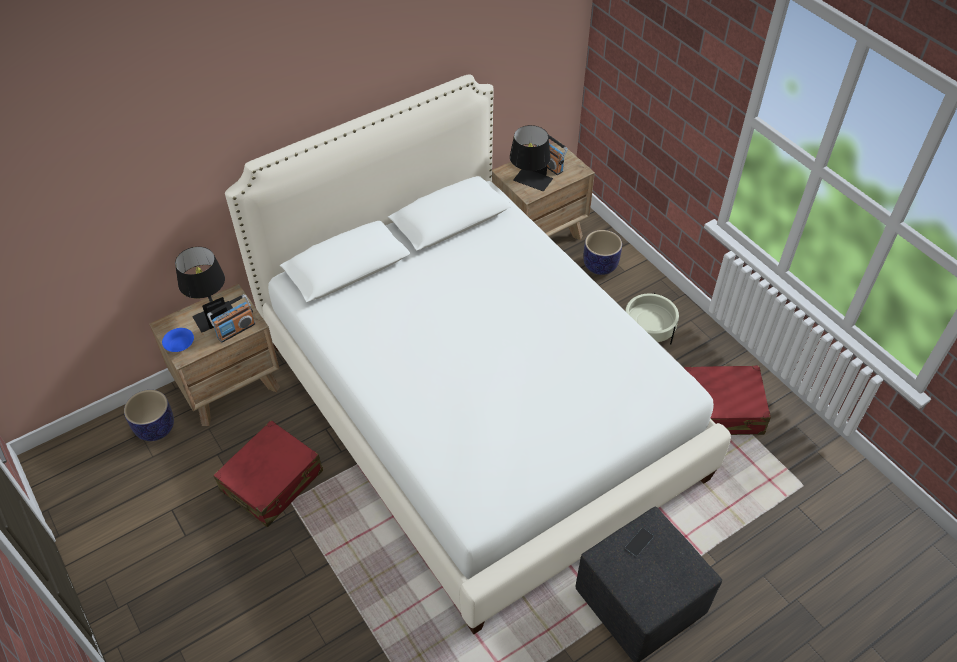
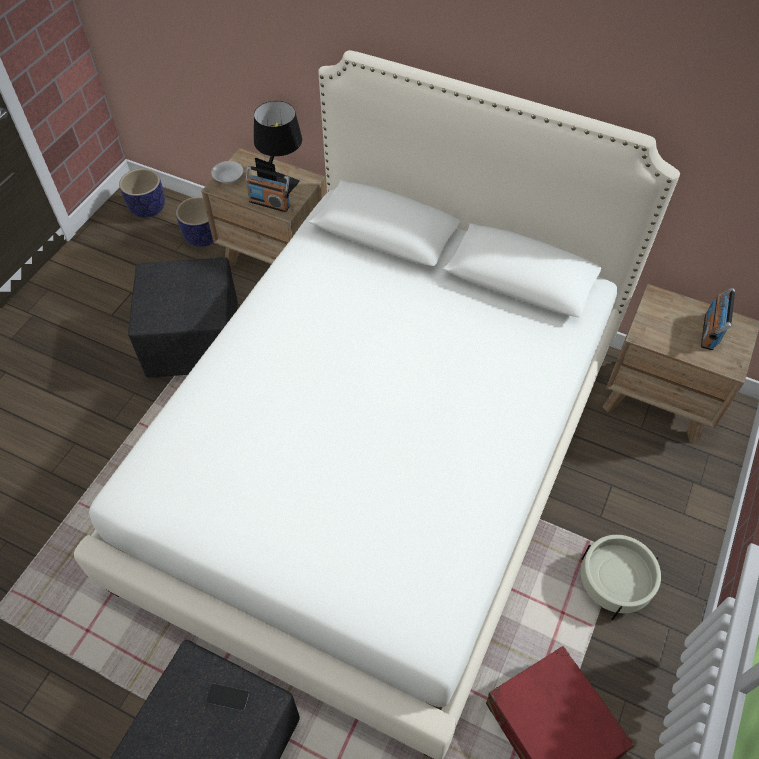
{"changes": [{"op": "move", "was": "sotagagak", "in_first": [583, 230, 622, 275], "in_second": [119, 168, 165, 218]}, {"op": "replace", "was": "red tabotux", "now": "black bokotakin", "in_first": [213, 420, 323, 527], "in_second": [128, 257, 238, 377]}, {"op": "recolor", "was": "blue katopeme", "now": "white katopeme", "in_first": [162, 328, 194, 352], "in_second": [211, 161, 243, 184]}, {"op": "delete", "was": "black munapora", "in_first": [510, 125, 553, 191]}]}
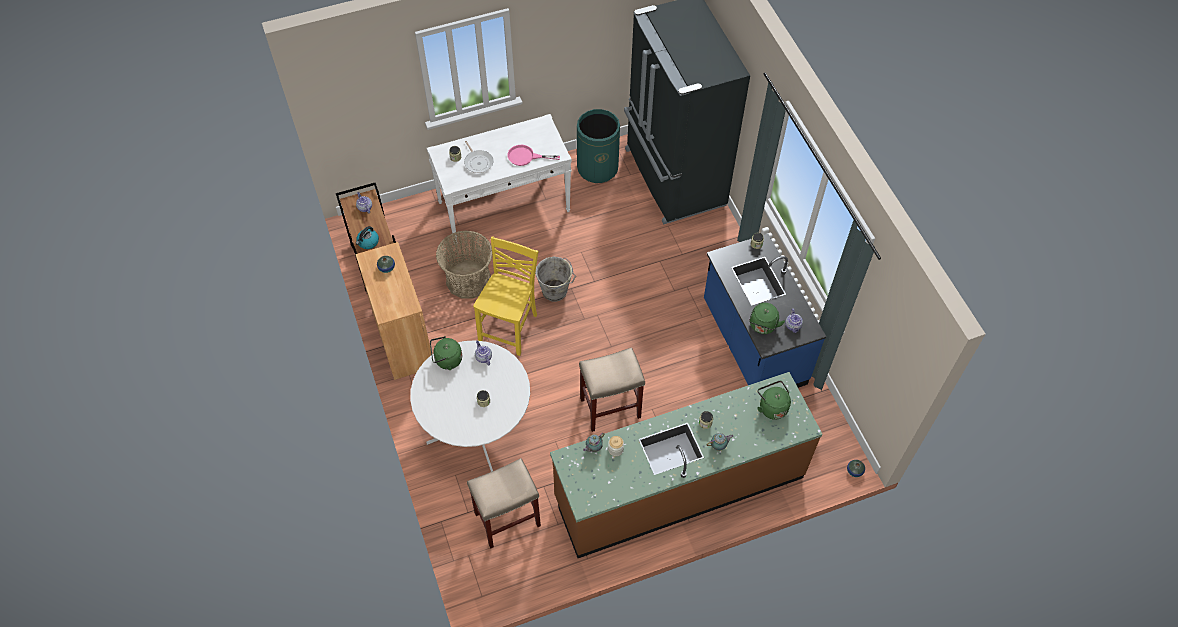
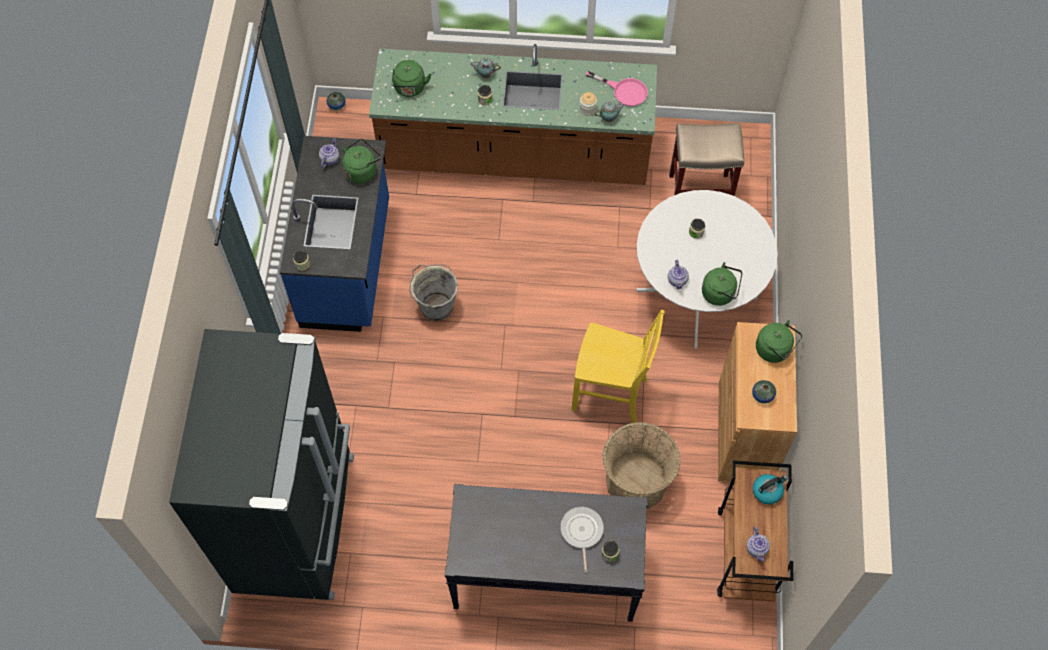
{"changes": [{"op": "move", "was": "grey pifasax", "in_first": [535, 257, 576, 301], "in_second": [409, 264, 458, 321]}, {"op": "recolor", "was": "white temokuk", "now": "black temokuk", "in_first": [427, 114, 572, 243], "in_second": [445, 484, 648, 622]}, {"op": "rotate", "was": "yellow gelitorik", "in_first": [473, 236, 538, 356], "in_second": [572, 310, 664, 423], "clockwise": -120}, {"op": "move", "was": "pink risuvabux", "in_first": [507, 145, 560, 166], "in_second": [586, 71, 648, 106]}, {"op": "insert", "now": "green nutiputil", "in_second": [756, 320, 802, 363]}, {"op": "delete", "was": "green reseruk", "in_first": [577, 109, 620, 183]}, {"op": "delete", "was": "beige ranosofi", "in_first": [579, 347, 645, 432]}]}
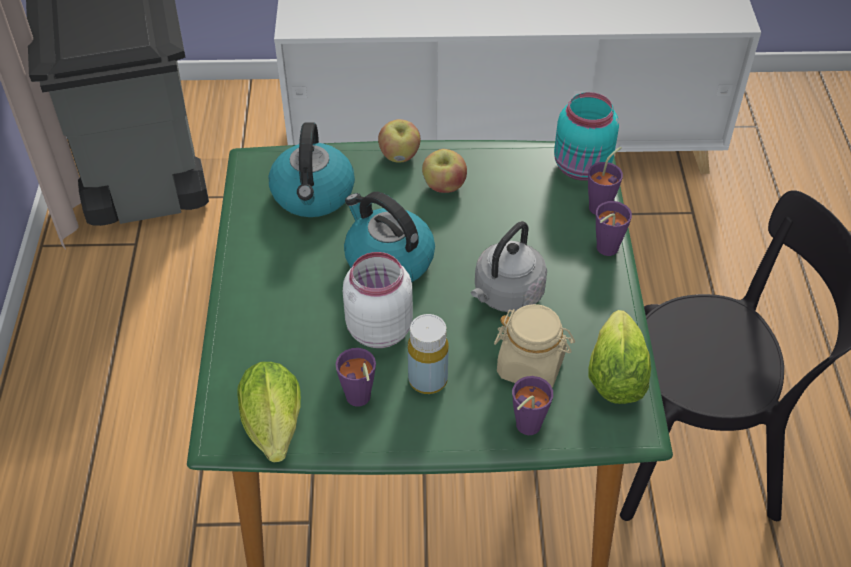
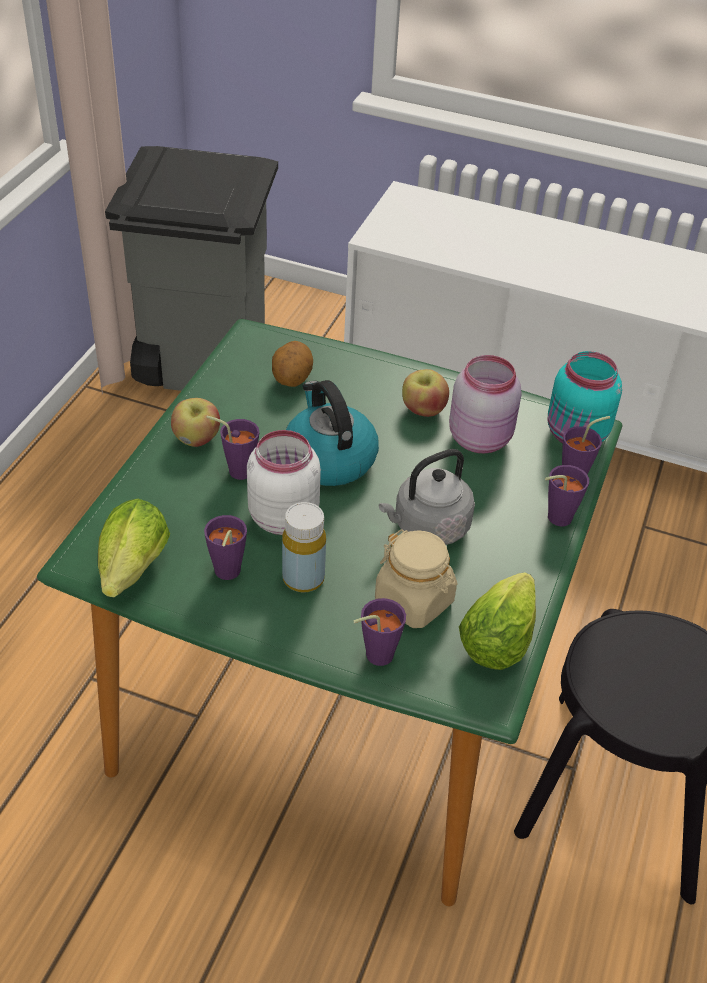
{"changes": [{"op": "move", "was": "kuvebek", "in_first": [378, 119, 420, 163], "in_second": [171, 398, 220, 447]}, {"op": "insert", "now": "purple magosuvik", "in_second": [206, 416, 259, 480]}, {"op": "replace", "was": "nutiputil", "now": "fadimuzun", "in_first": [269, 122, 355, 217], "in_second": [272, 341, 313, 387]}, {"op": "insert", "now": "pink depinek", "in_second": [449, 355, 522, 453]}]}
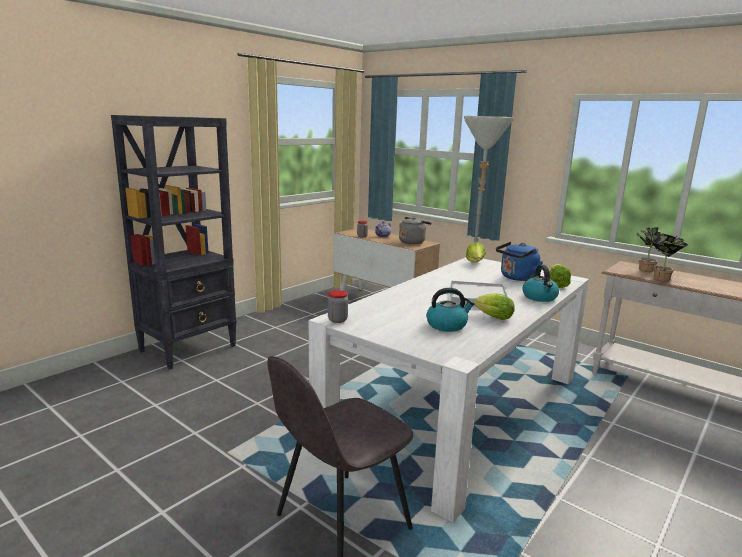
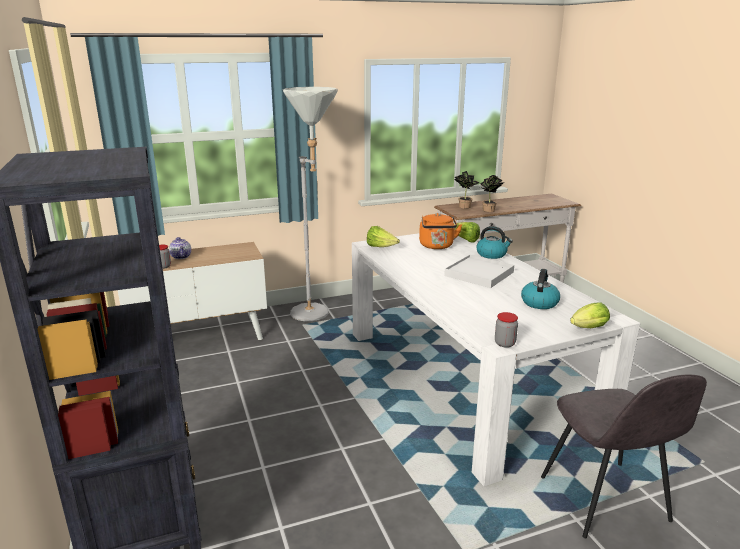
{"changes": [{"op": "recolor", "was": "blue nutiputil", "now": "orange nutiputil", "in_first": [496, 242, 543, 281], "in_second": [419, 213, 462, 249]}, {"op": "move", "was": "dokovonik", "in_first": [474, 293, 515, 320], "in_second": [570, 302, 610, 328]}, {"op": "delete", "was": "grey nutiputil", "in_first": [399, 217, 431, 244]}]}
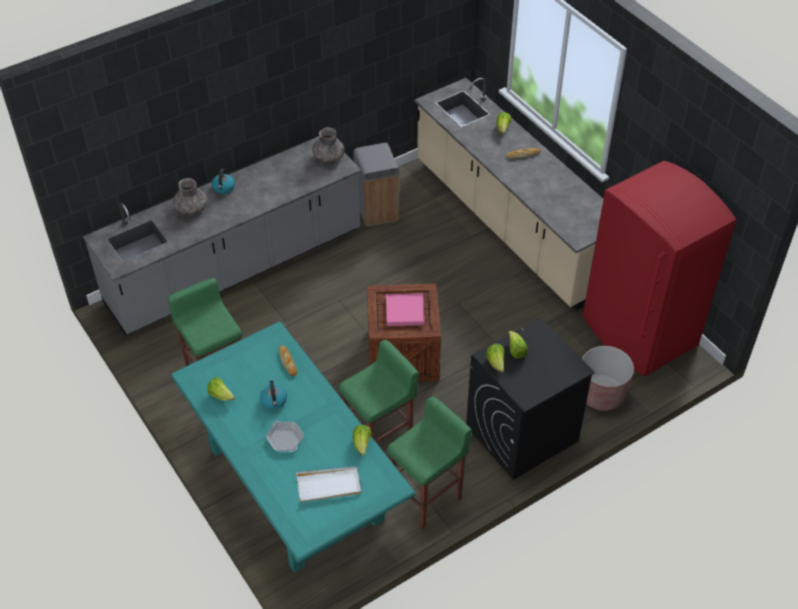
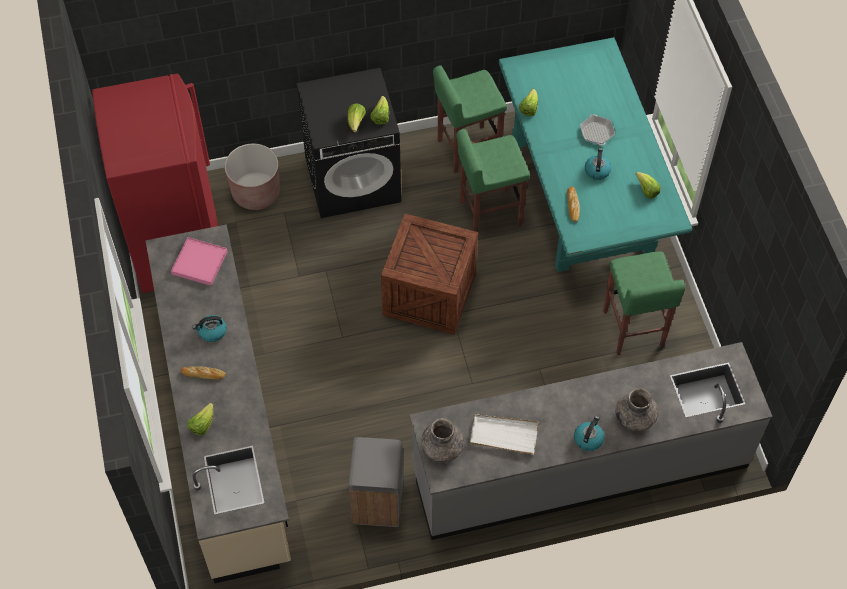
{"changes": [{"op": "move", "was": "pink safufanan", "in_first": [386, 293, 425, 326], "in_second": [171, 237, 228, 286]}, {"op": "insert", "now": "nutiputil", "in_second": [192, 315, 227, 342]}, {"op": "move", "was": "white safufanan", "in_first": [296, 466, 361, 502], "in_second": [470, 414, 539, 454]}]}
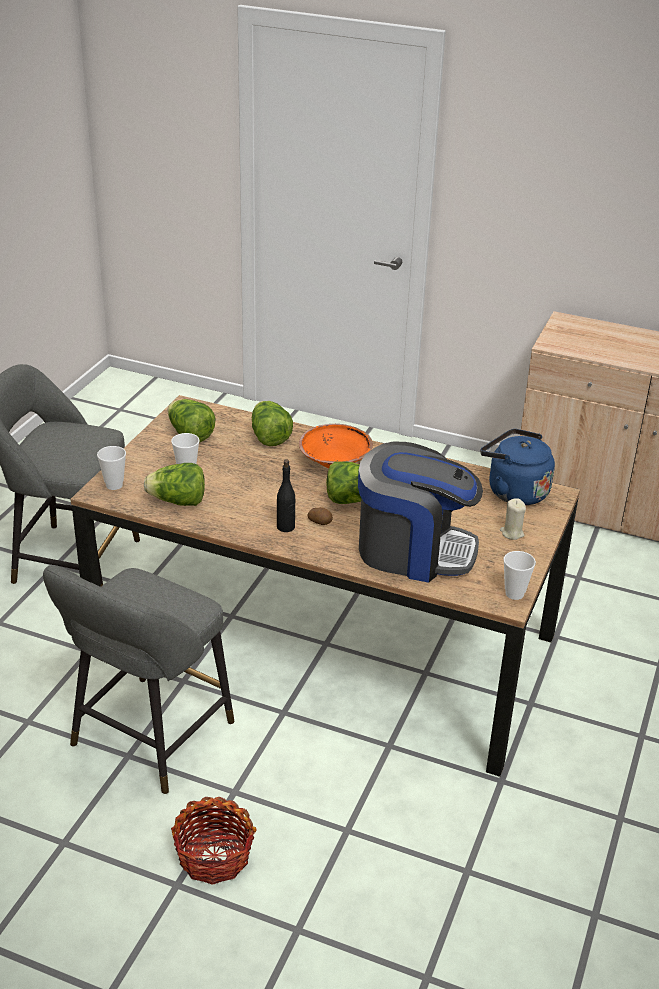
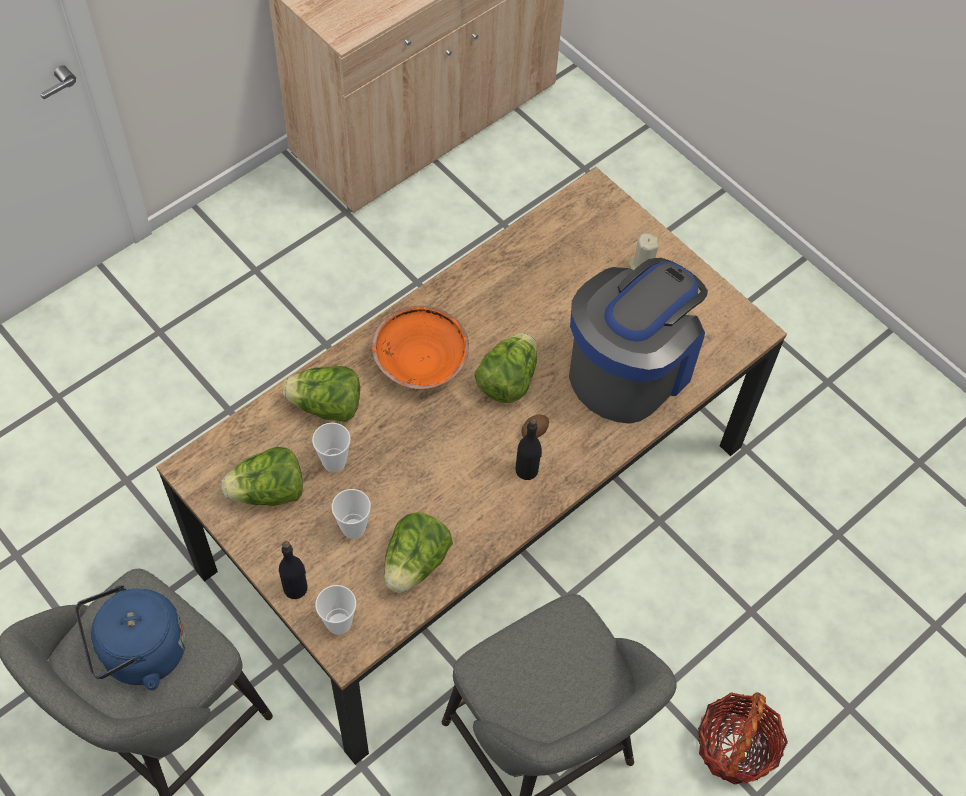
{"changes": [{"op": "move", "was": "blue nutiputil", "in_first": [480, 429, 555, 505], "in_second": [75, 585, 186, 690]}, {"op": "insert", "now": "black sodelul", "in_second": [279, 541, 308, 599]}, {"op": "move", "was": "magosuvik", "in_first": [504, 551, 536, 600], "in_second": [312, 423, 351, 473]}]}
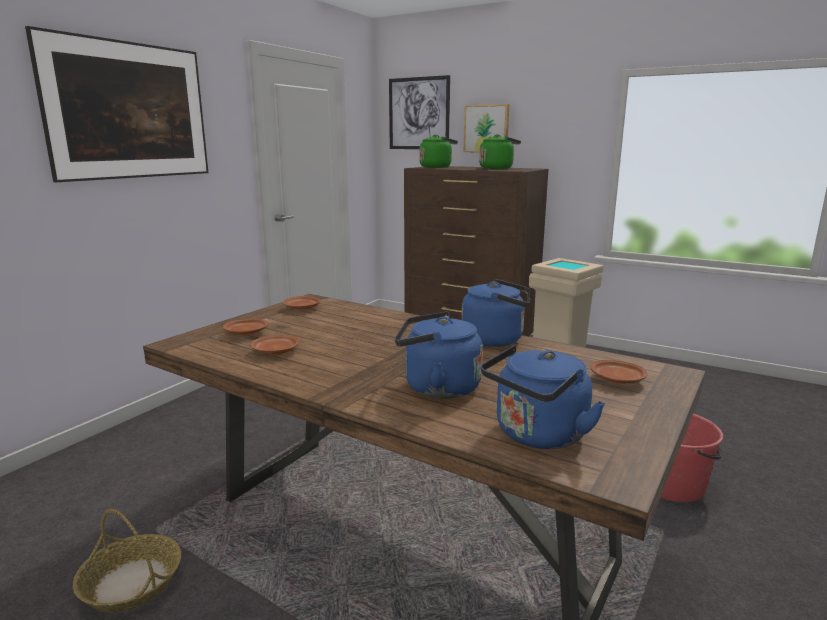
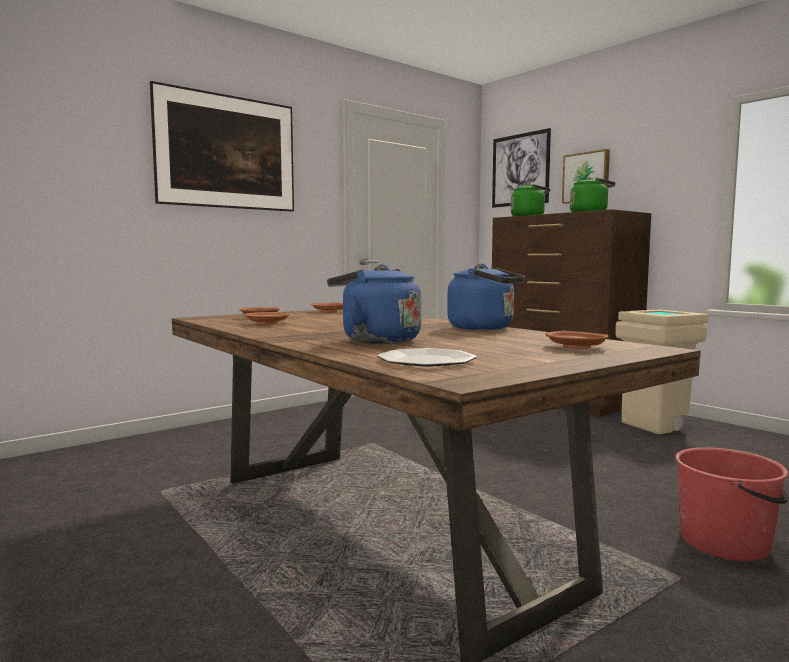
{"changes": [{"op": "replace", "was": "blue nutiputil", "now": "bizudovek", "in_first": [481, 345, 605, 449], "in_second": [377, 348, 477, 367]}, {"op": "delete", "was": "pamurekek", "in_first": [73, 509, 181, 612]}]}
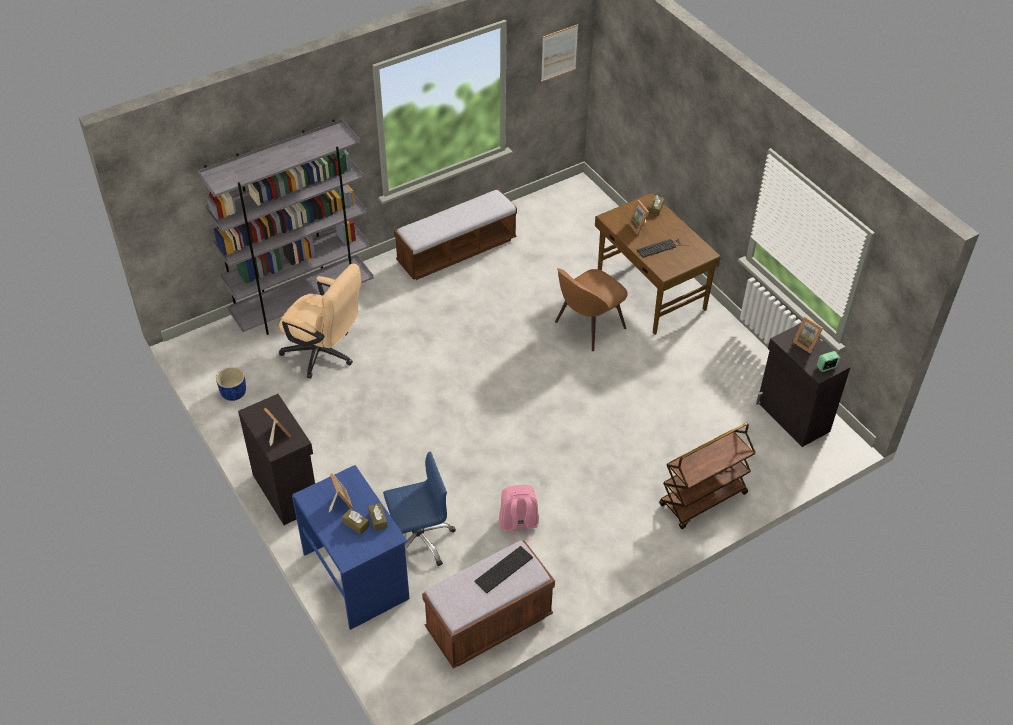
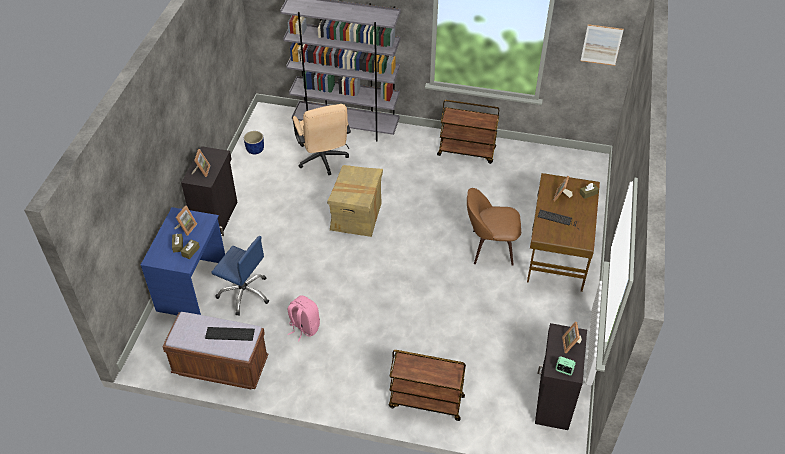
{"changes": [{"op": "insert", "now": "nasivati", "in_second": [327, 165, 383, 237]}, {"op": "replace", "was": "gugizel", "now": "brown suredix", "in_first": [394, 189, 517, 280], "in_second": [437, 100, 499, 164]}]}
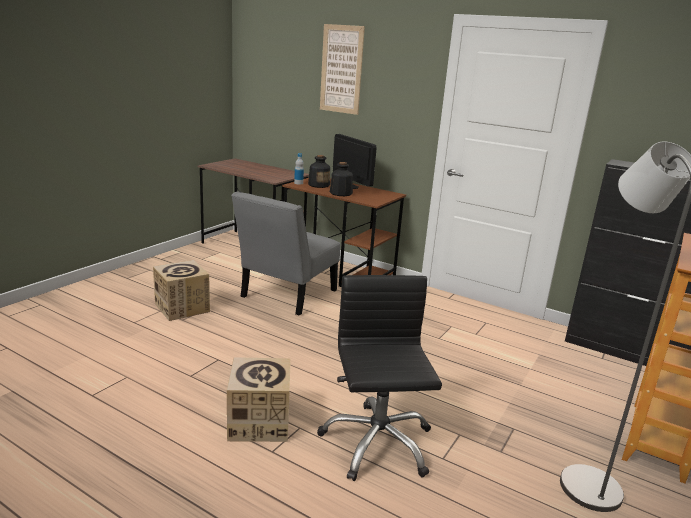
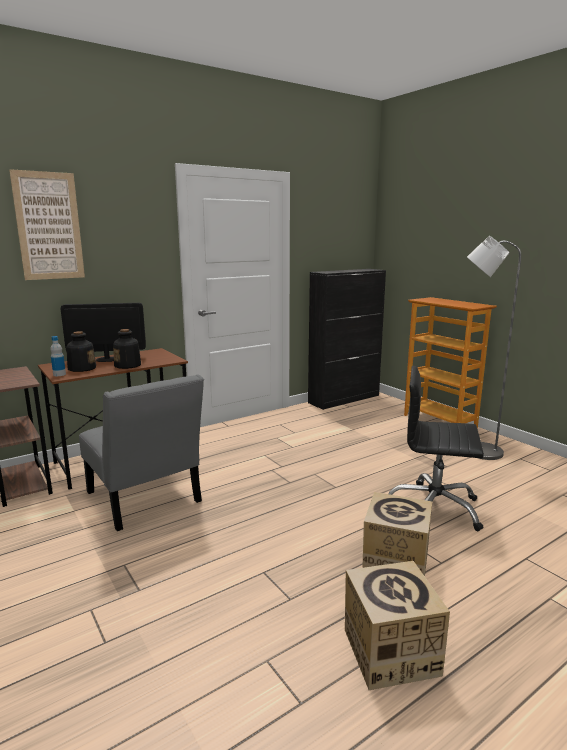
{"changes": [{"op": "move", "was": "nasivati", "in_first": [153, 260, 210, 321], "in_second": [345, 561, 450, 690]}]}
